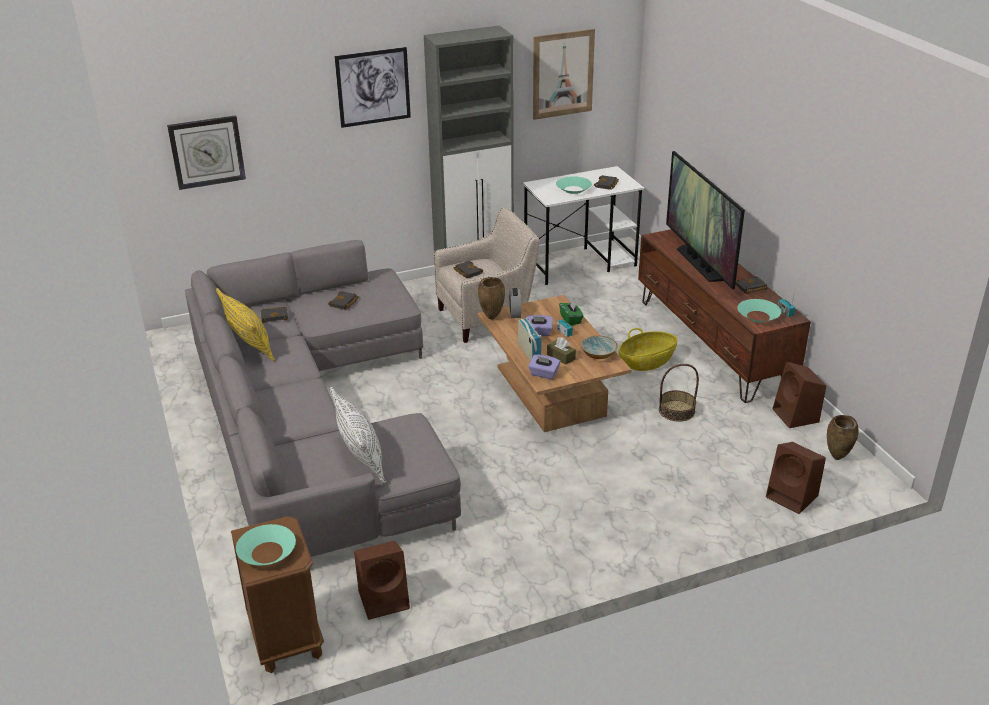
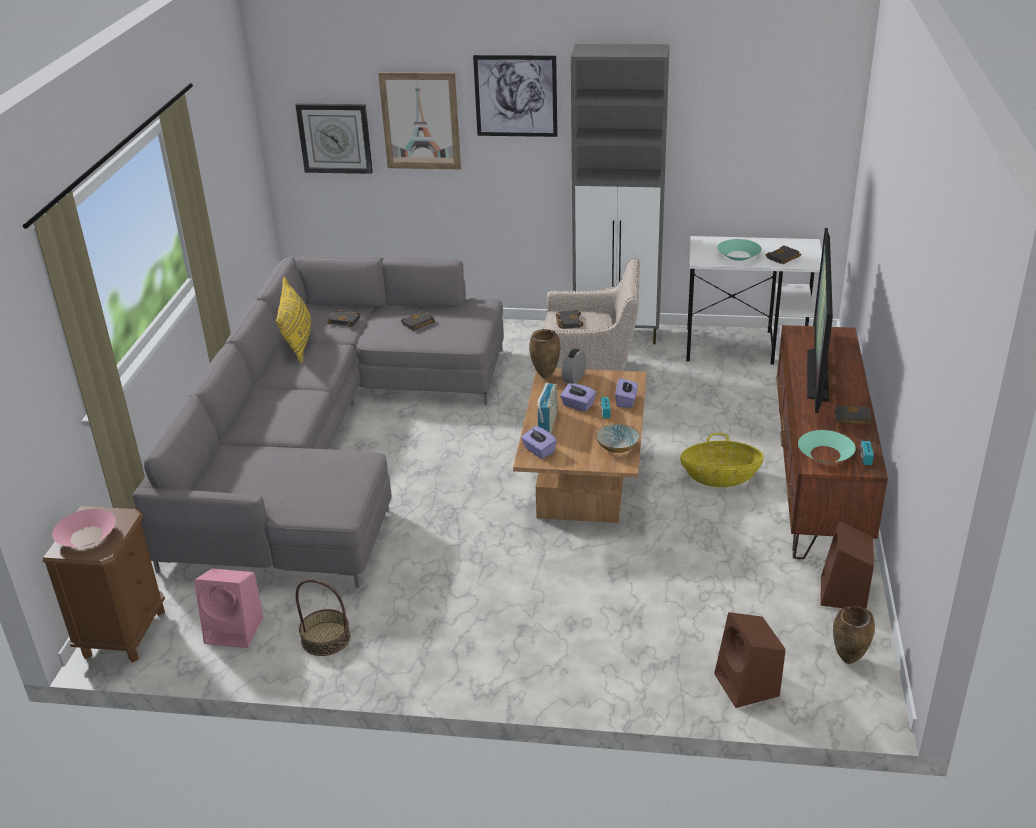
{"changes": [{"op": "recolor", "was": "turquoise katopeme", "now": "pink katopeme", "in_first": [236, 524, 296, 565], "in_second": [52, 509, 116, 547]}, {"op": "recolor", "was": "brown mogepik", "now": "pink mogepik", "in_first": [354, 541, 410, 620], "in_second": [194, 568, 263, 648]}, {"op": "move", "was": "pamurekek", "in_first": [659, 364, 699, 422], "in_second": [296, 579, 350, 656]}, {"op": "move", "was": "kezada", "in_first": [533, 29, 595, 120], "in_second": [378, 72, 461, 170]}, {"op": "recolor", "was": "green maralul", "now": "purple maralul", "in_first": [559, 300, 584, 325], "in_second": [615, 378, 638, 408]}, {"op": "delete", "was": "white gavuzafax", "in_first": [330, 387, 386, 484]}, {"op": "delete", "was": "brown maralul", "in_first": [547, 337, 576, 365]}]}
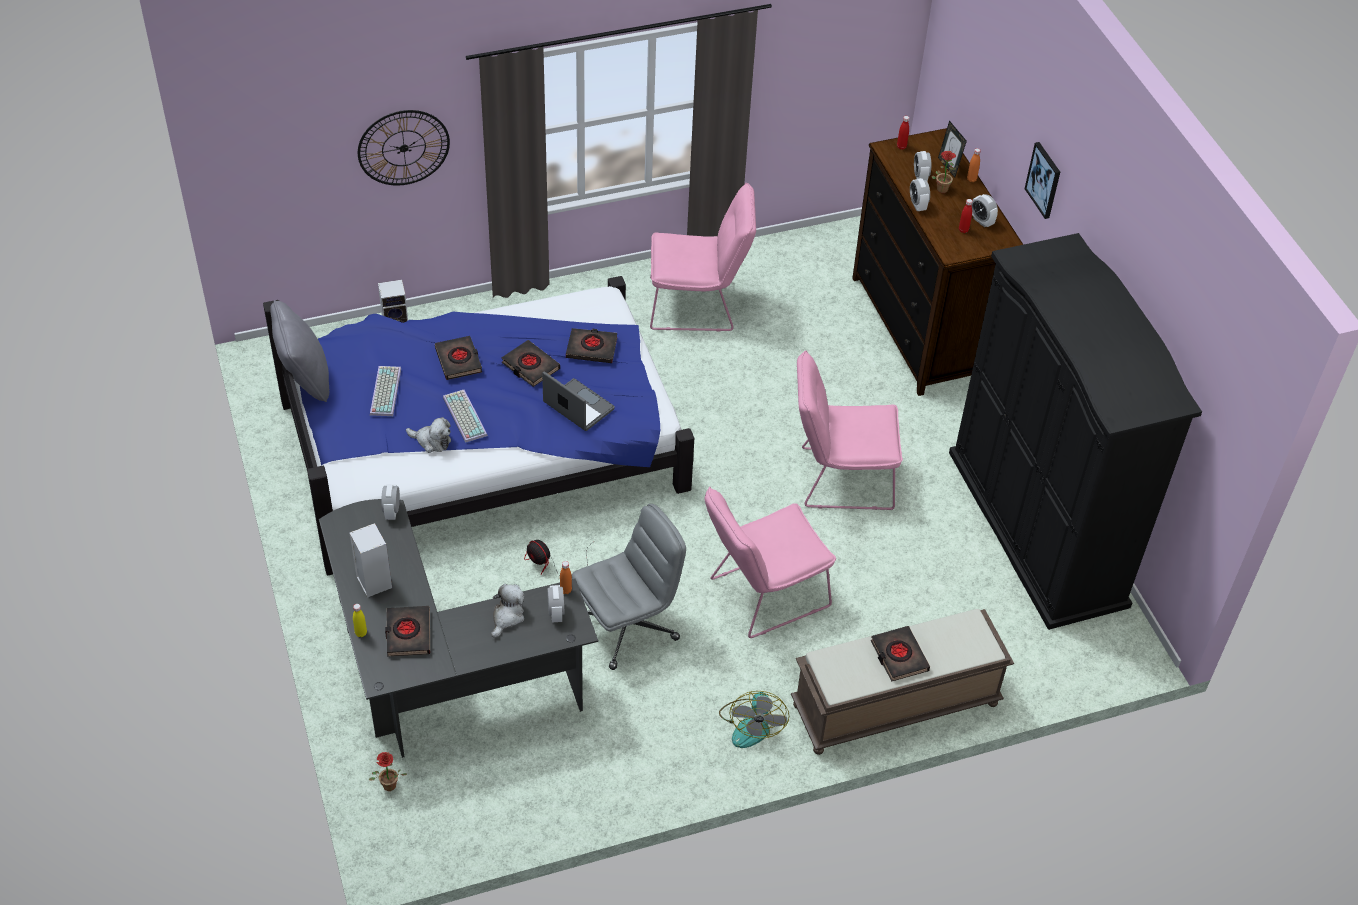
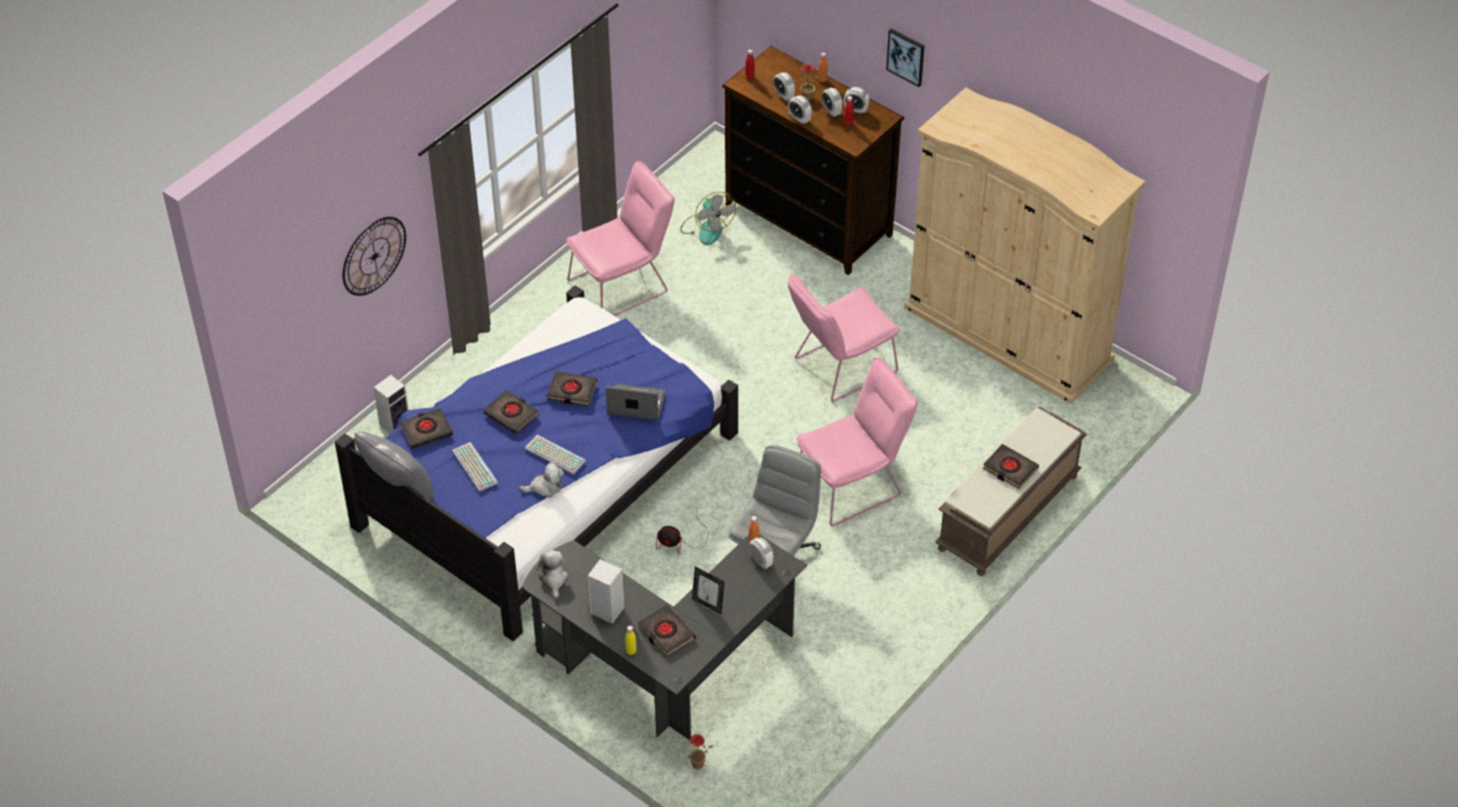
{"changes": [{"op": "move", "was": "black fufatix", "in_first": [566, 328, 617, 363], "in_second": [400, 408, 453, 449]}, {"op": "move", "was": "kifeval", "in_first": [491, 584, 524, 638], "in_second": [536, 550, 568, 599]}, {"op": "move", "was": "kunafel", "in_first": [719, 691, 789, 748], "in_second": [680, 192, 736, 245]}, {"op": "move", "was": "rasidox", "in_first": [938, 121, 967, 178], "in_second": [692, 567, 724, 614]}, {"op": "rotate", "was": "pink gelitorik", "in_first": [705, 487, 836, 638], "in_second": [797, 358, 918, 526], "clockwise": -150}, {"op": "move", "was": "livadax", "in_first": [381, 484, 400, 520], "in_second": [822, 88, 843, 117]}, {"op": "recolor", "was": "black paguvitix", "now": "beige paguvitix", "in_first": [949, 233, 1202, 630], "in_second": [904, 87, 1146, 404]}]}
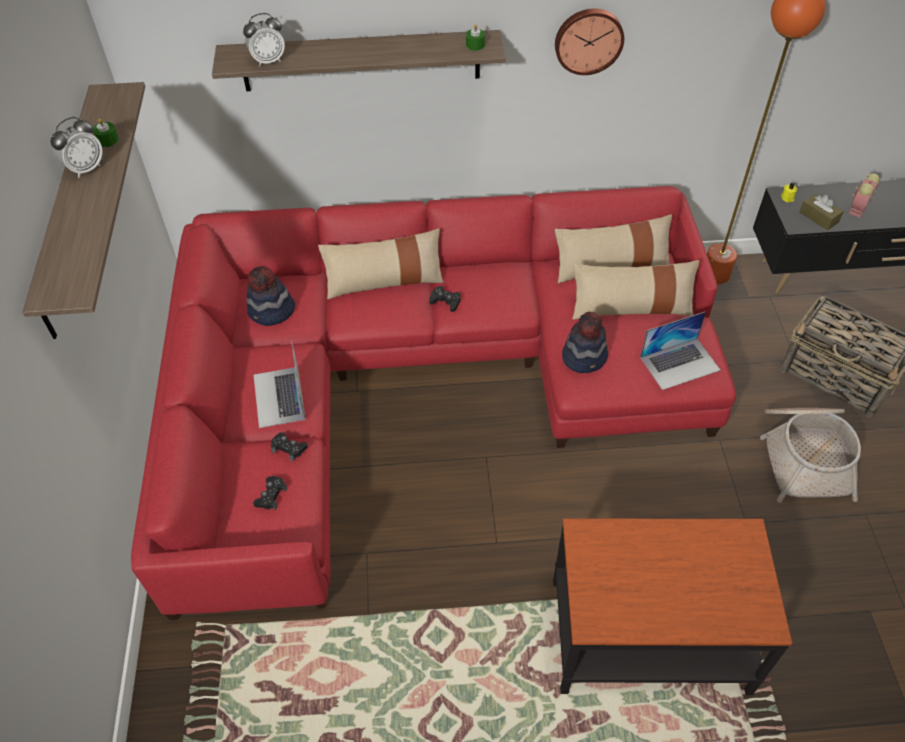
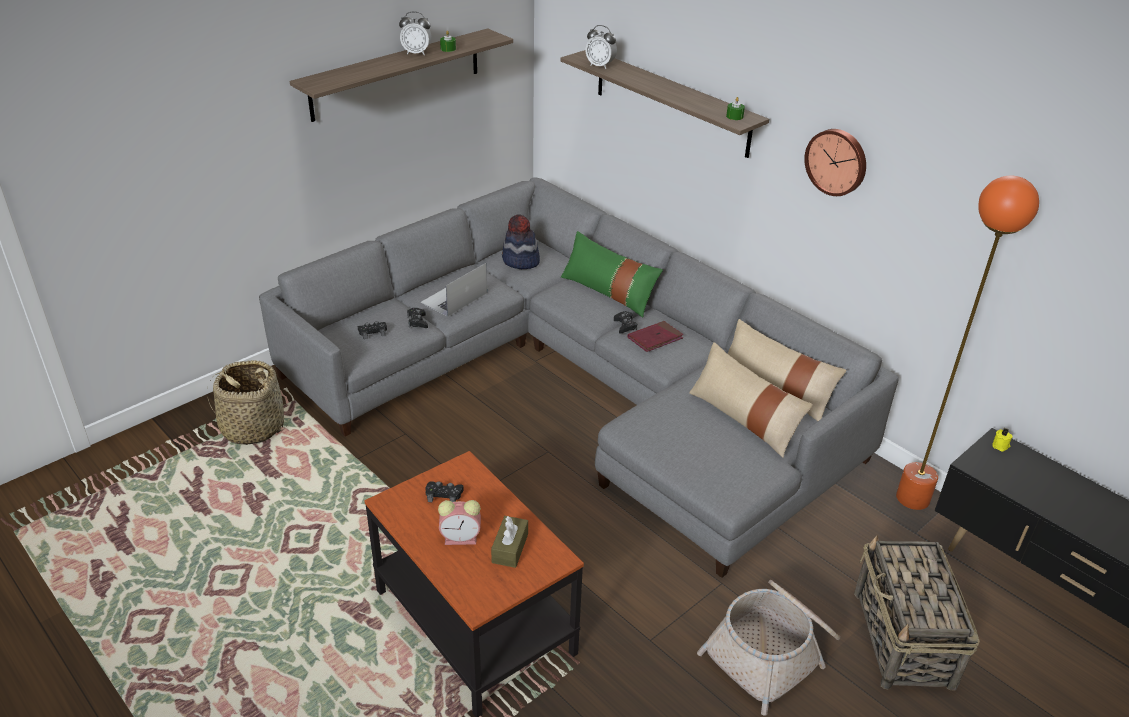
{"changes": [{"op": "insert", "now": "pamurekek", "in_second": [207, 360, 288, 445]}, {"op": "recolor", "was": "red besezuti", "now": "grey besezuti", "in_first": [131, 186, 736, 620], "in_second": [259, 177, 899, 578]}, {"op": "insert", "now": "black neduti", "in_second": [425, 481, 464, 502]}, {"op": "move", "was": "livadax", "in_first": [848, 173, 880, 218], "in_second": [438, 500, 481, 545]}, {"op": "move", "was": "brown maralul", "in_first": [799, 194, 844, 230], "in_second": [491, 516, 528, 568]}, {"op": "recolor", "was": "beige gavuzafax", "now": "green gavuzafax", "in_first": [318, 229, 444, 299], "in_second": [561, 231, 663, 317]}, {"op": "insert", "now": "red fufatix", "in_second": [628, 321, 684, 352]}, {"op": "delete", "was": "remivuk", "in_first": [562, 312, 608, 373]}, {"op": "delete", "was": "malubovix", "in_first": [640, 311, 721, 390]}]}
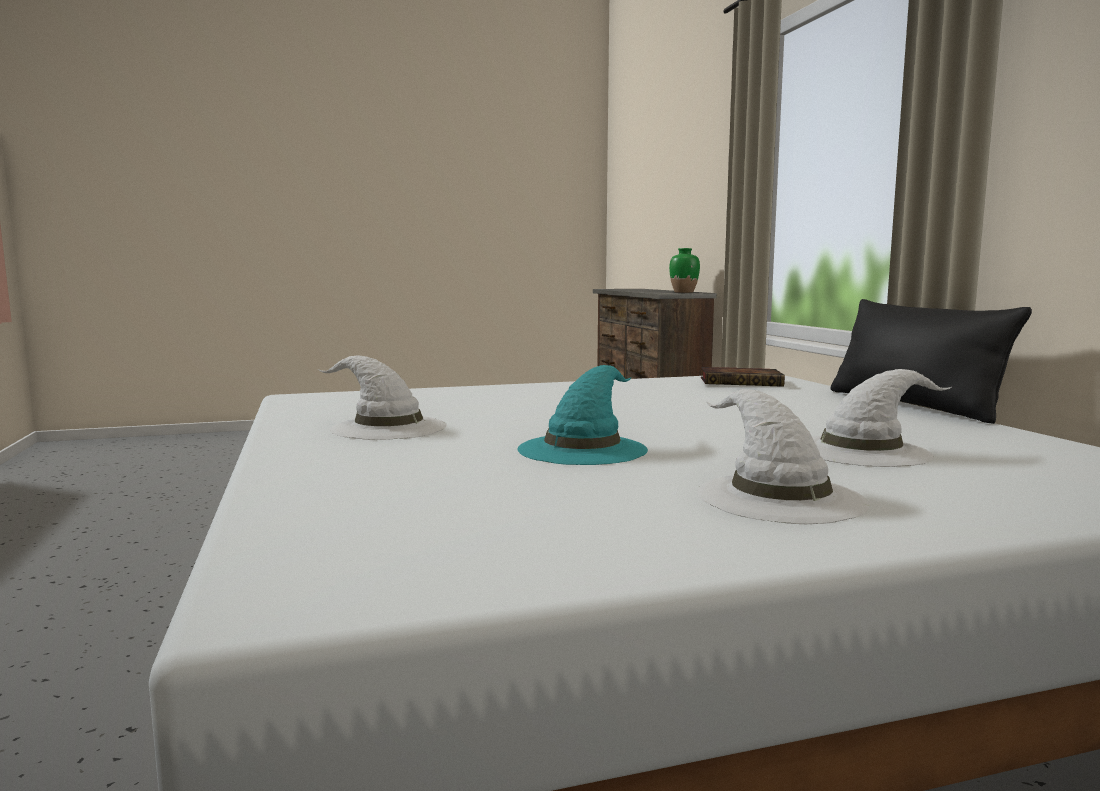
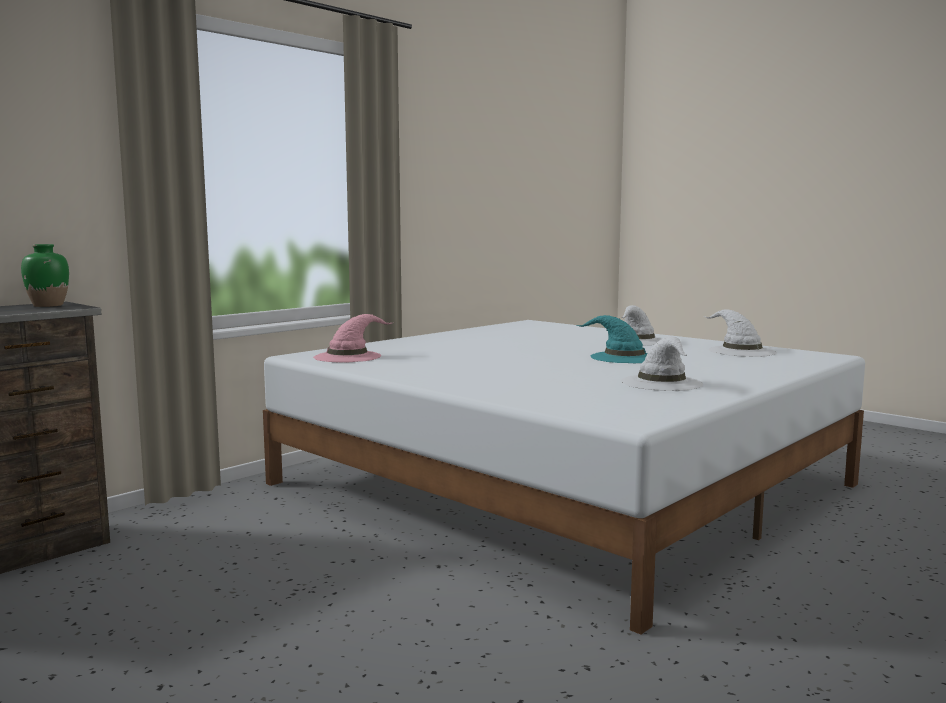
{"changes": [{"op": "replace", "was": "fufatix", "now": "pink remivuk", "in_first": [701, 367, 785, 387], "in_second": [313, 314, 394, 362]}, {"op": "move", "was": "white remivuk", "in_first": [812, 369, 952, 467], "in_second": [704, 309, 777, 357]}, {"op": "delete", "was": "black gavuzafax", "in_first": [831, 299, 1032, 424]}]}
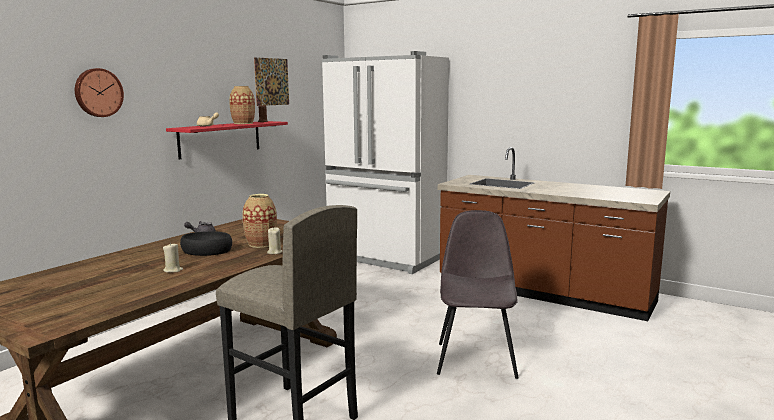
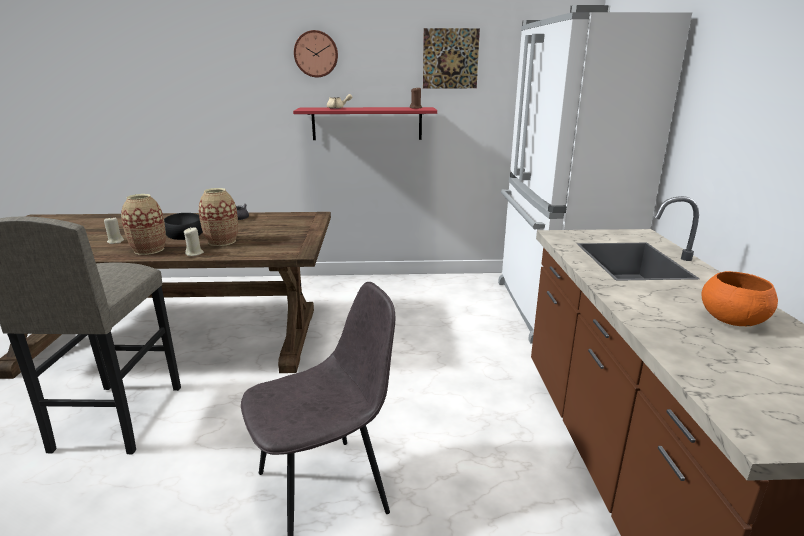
{"changes": [{"op": "move", "was": "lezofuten", "in_first": [229, 86, 255, 124], "in_second": [121, 194, 166, 255]}, {"op": "move", "was": "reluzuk", "in_first": [75, 68, 124, 117], "in_second": [294, 30, 338, 77]}, {"op": "insert", "now": "orange katopeme", "in_second": [702, 271, 778, 326]}]}
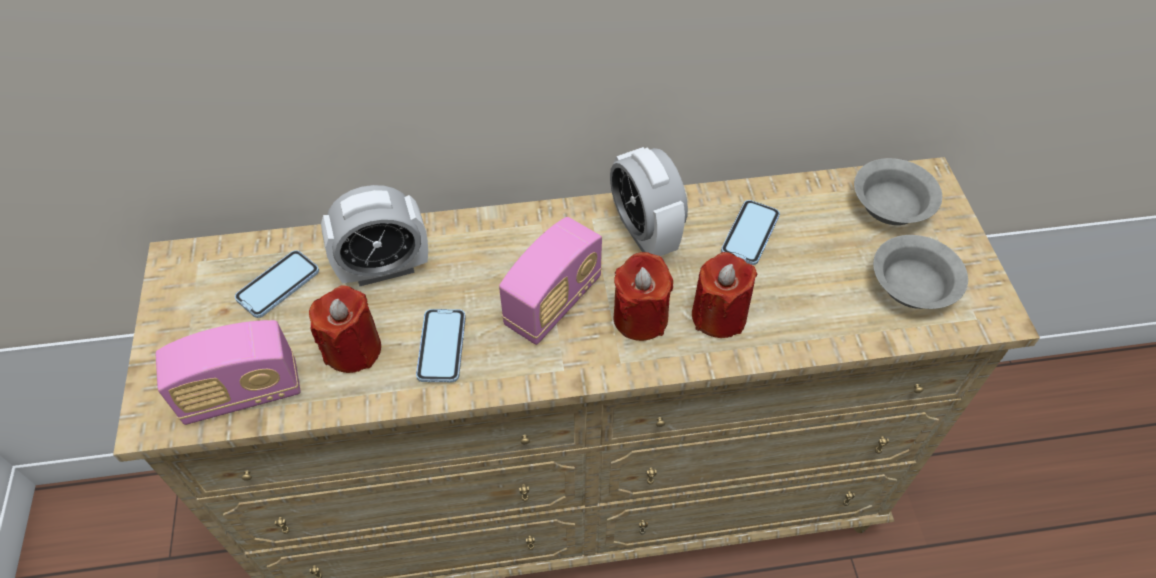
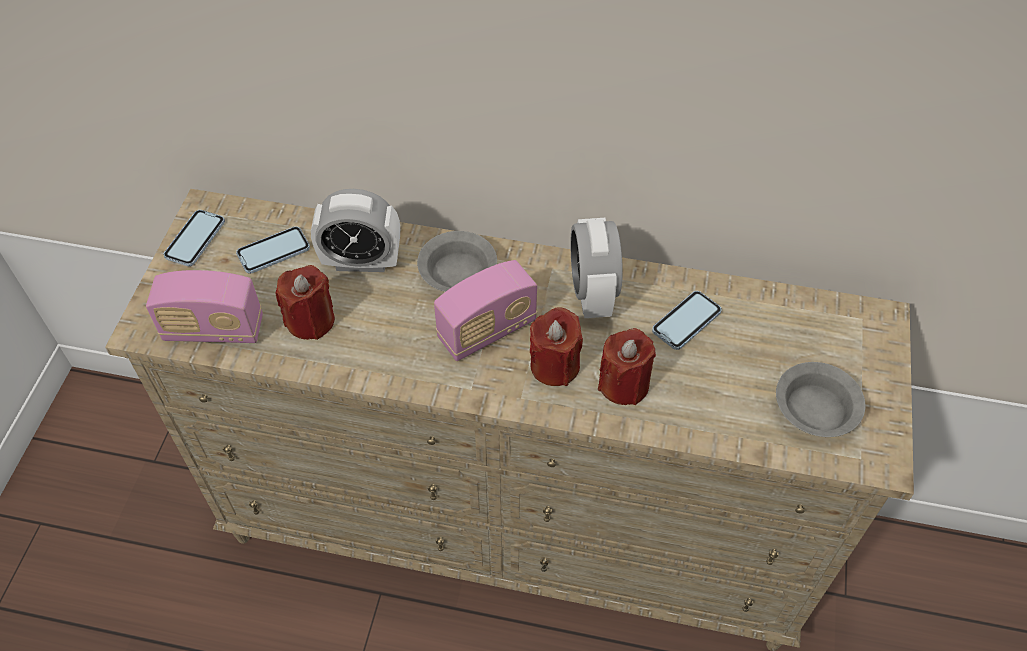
{"changes": [{"op": "move", "was": "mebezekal", "in_first": [416, 309, 466, 382], "in_second": [163, 210, 225, 266]}, {"op": "move", "was": "grey katopeme", "in_first": [854, 158, 942, 225], "in_second": [417, 231, 497, 292]}]}
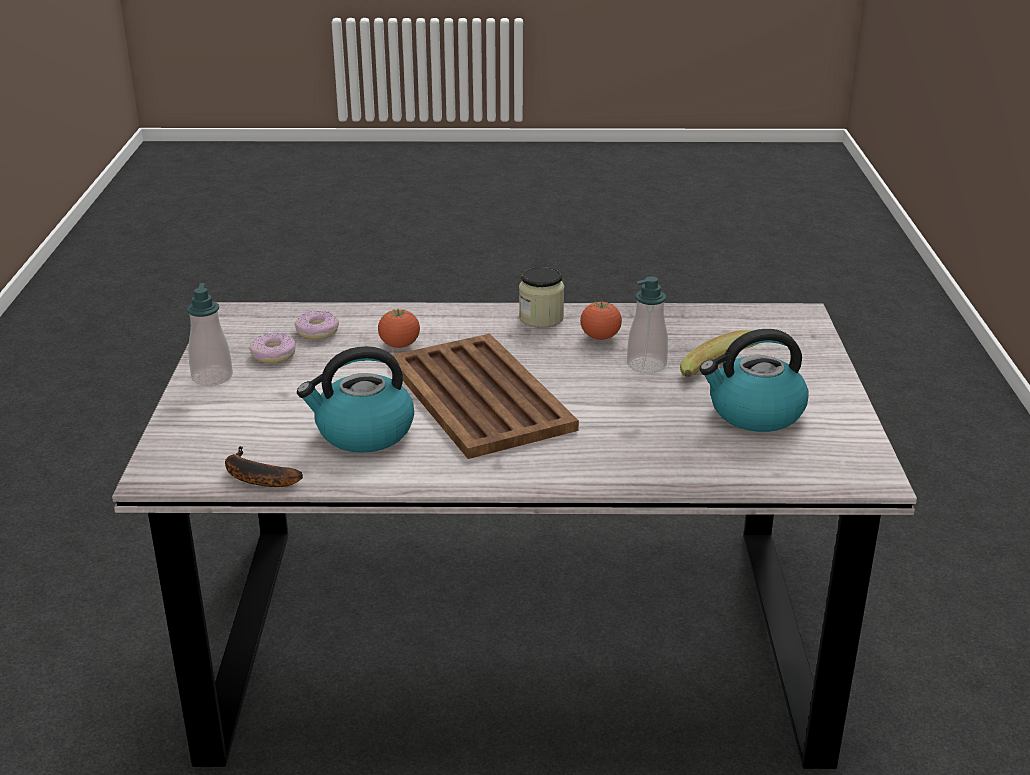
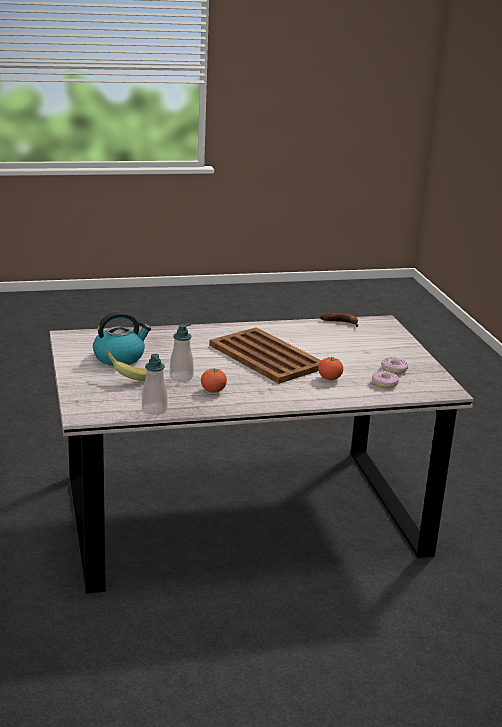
{"changes": [{"op": "move", "was": "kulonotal", "in_first": [187, 283, 233, 386], "in_second": [142, 354, 168, 415]}, {"op": "delete", "was": "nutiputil", "in_first": [297, 346, 414, 453]}, {"op": "delete", "was": "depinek", "in_first": [519, 267, 564, 328]}]}
